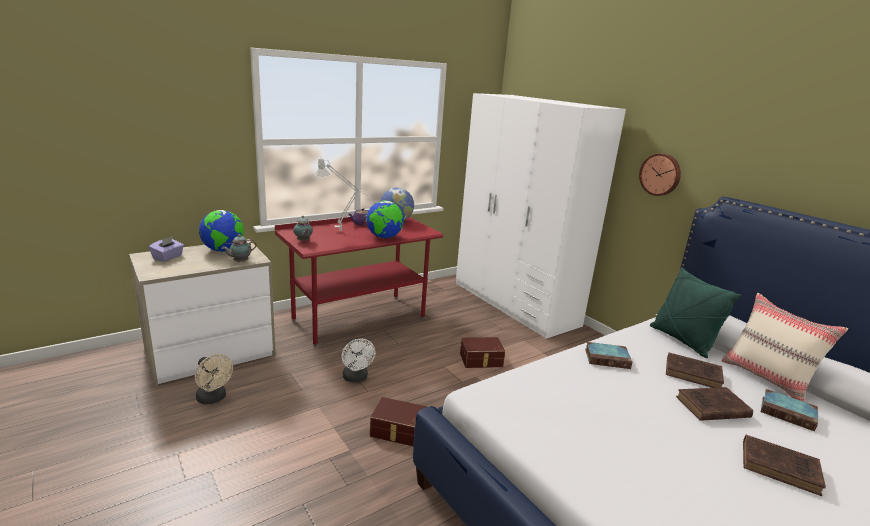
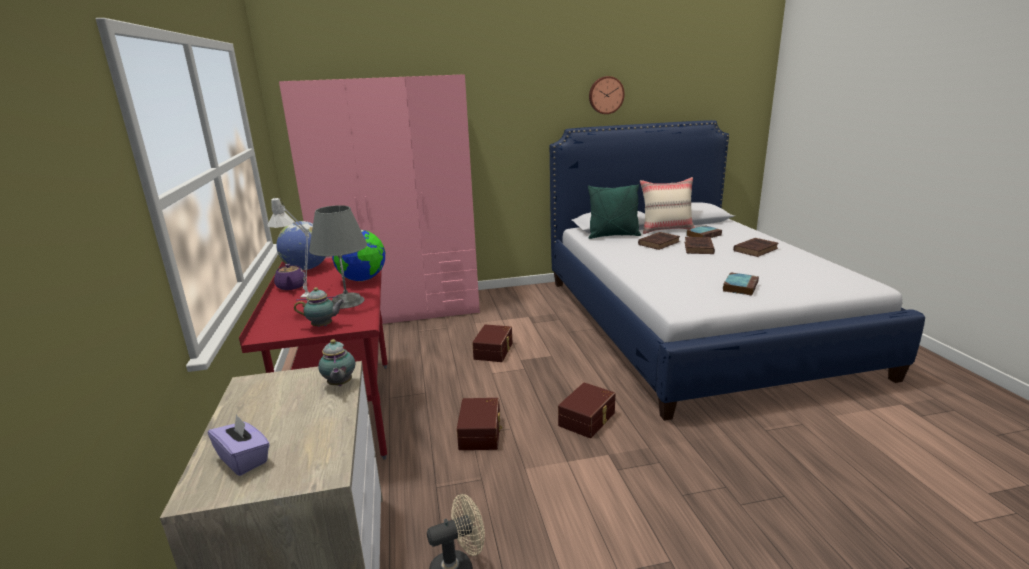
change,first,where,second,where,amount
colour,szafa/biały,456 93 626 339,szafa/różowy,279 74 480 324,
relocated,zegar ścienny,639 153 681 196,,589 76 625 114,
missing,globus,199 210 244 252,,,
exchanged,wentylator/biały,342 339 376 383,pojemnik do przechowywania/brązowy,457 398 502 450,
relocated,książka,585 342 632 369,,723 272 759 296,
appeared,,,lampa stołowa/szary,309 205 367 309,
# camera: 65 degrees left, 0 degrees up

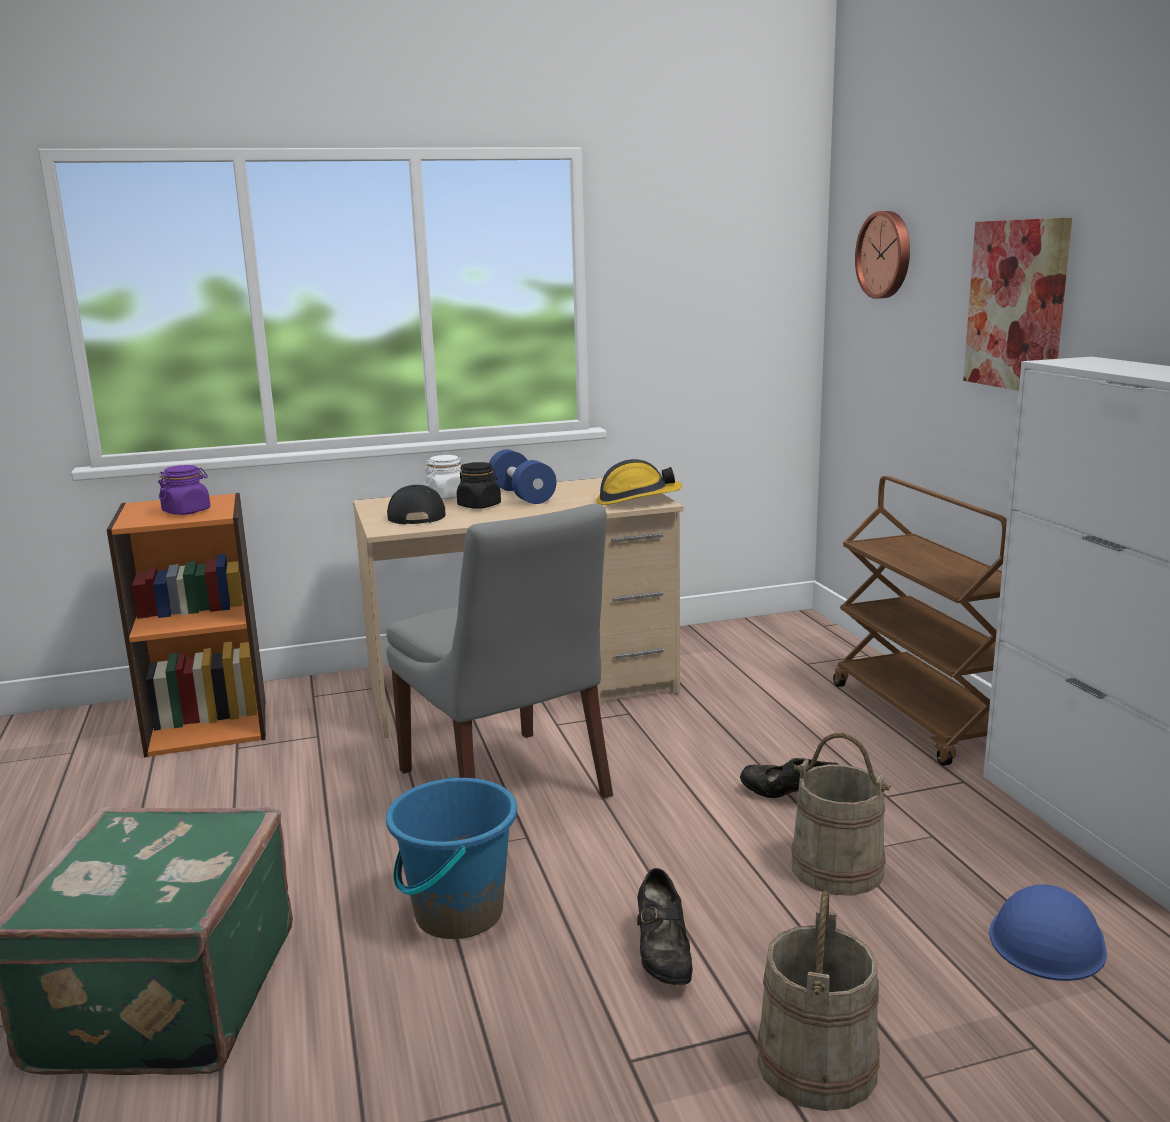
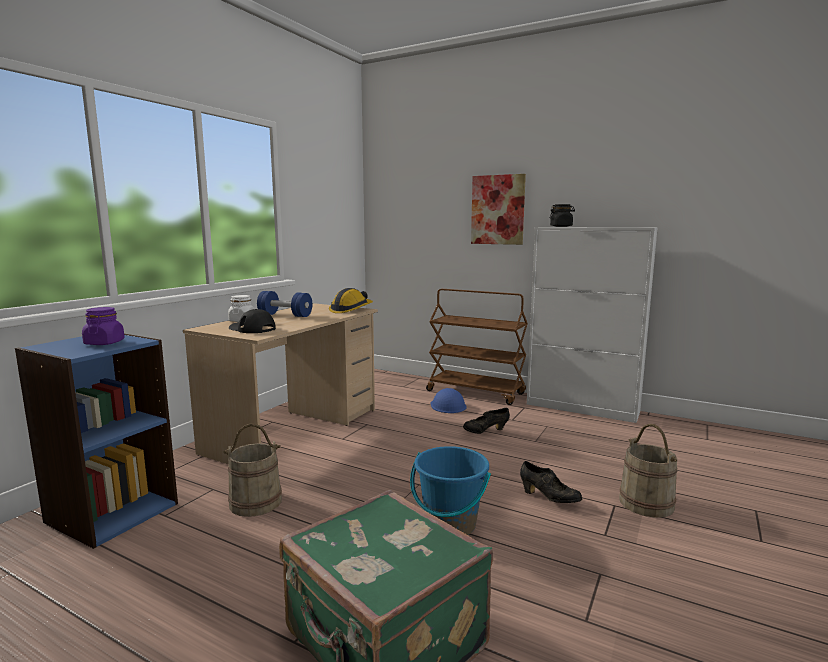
change,first,where,second,where,amount
missing,zegar ścienny,855 211 910 299,,,
relocated,słoik/czarny,457 462 501 509,,550 204 575 227,
colour,regał/pomarańczowy,107 493 266 757,regał/niebieski,15 334 178 549,
missing,krzesło/szary,387 504 613 798,,,
relocated,wiadro/beżowy,791 733 891 896,,223 423 282 517,
relocated,kask/niebieski,989 885 1107 981,,431 388 467 413,
# camera: 45 degrees left, 5 degrees down

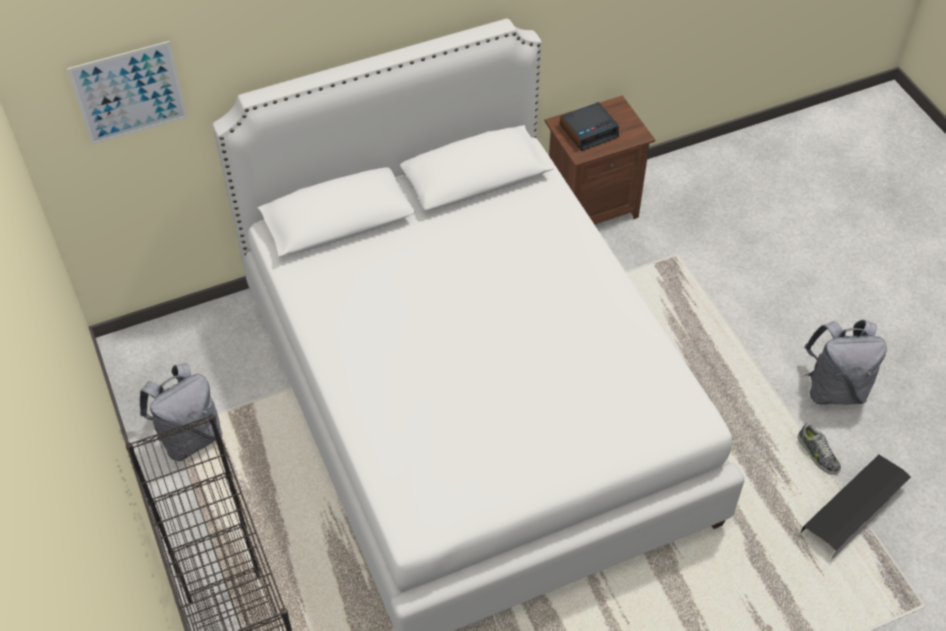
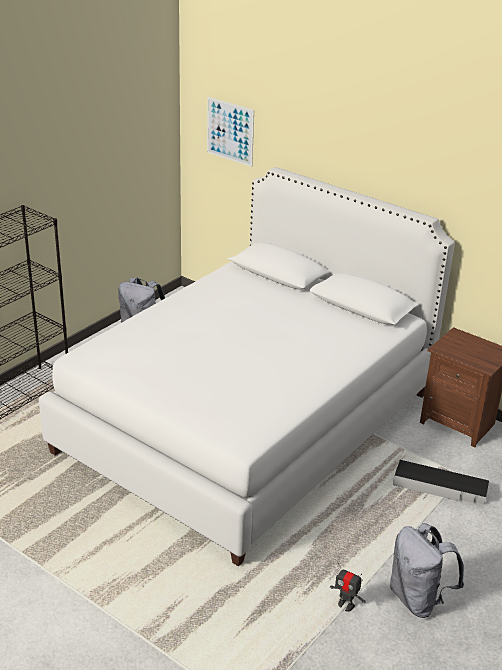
change,first,where,second,where,amount
missing,budzik,560 102 619 151,,,
exchanged,but,798 423 841 475,robot zabawkowy,330 563 366 612,
relocated,pojemnik do przechowywania/czarny,801 455 911 559,,393 460 489 504,
# camera: 60 degrees right, 20 degrees down

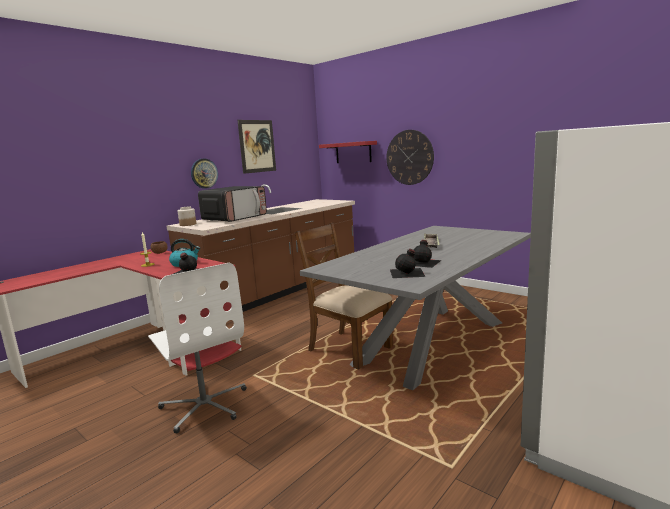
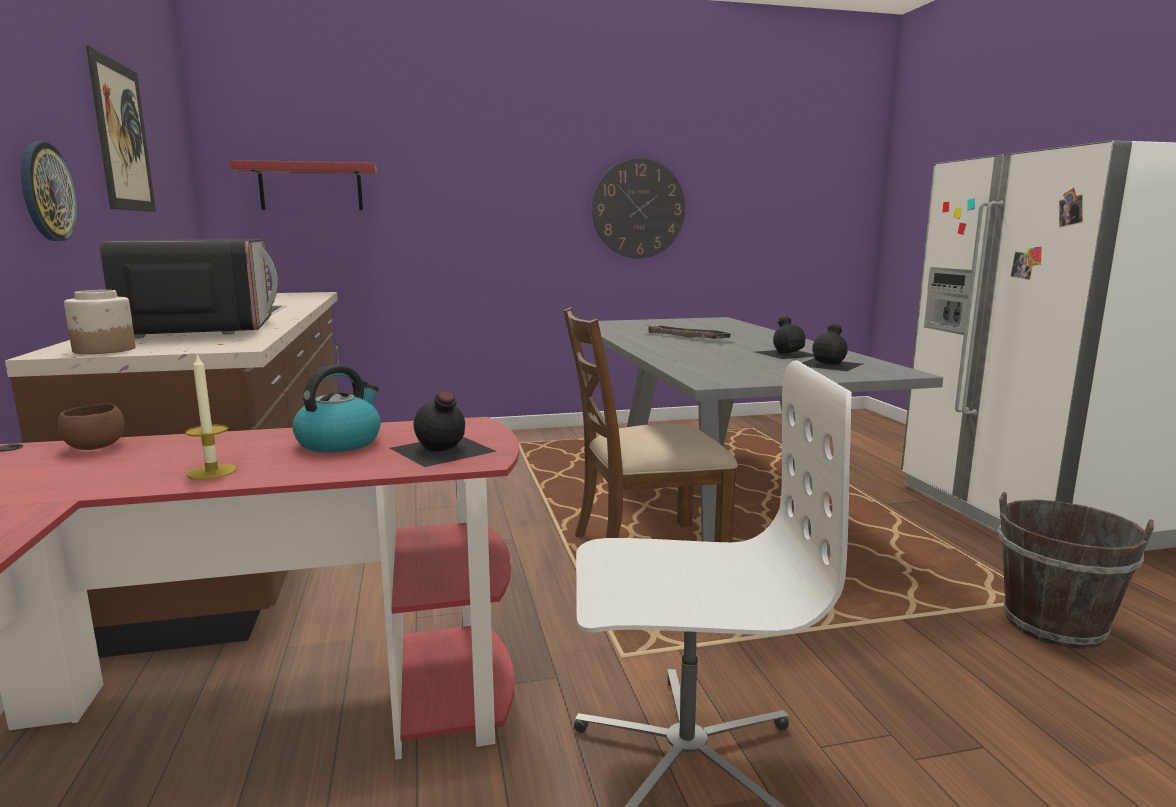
change,first,where,second,where,amount
relocated,zegar ścienny,387 130 434 185,,592 158 685 258,
appeared,,,wiadro/brązowy,998 492 1154 649,
# camera: 55 degrees left, 0 degrees up

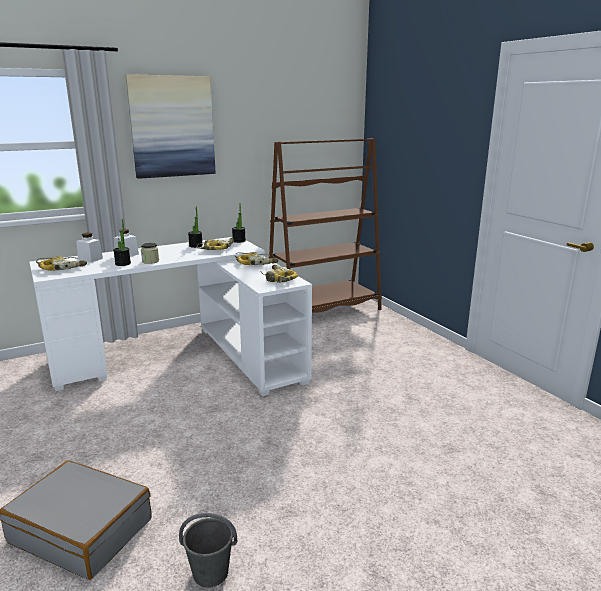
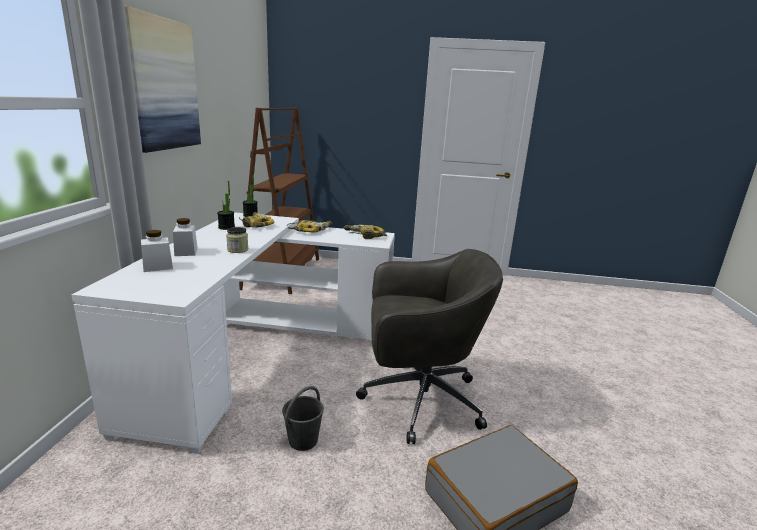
change,first,where,second,where,amount
missing,roślina doniczkowa,113 219 131 266,,,
missing,wiertarka,36 256 87 271,,,
relocated,wiadro/szary,179 513 237 588,,282 386 324 451,
appeared,,,krzesło biurowe/szary,356 249 503 444,
# camera: 55 degrees left, 0 degrees up

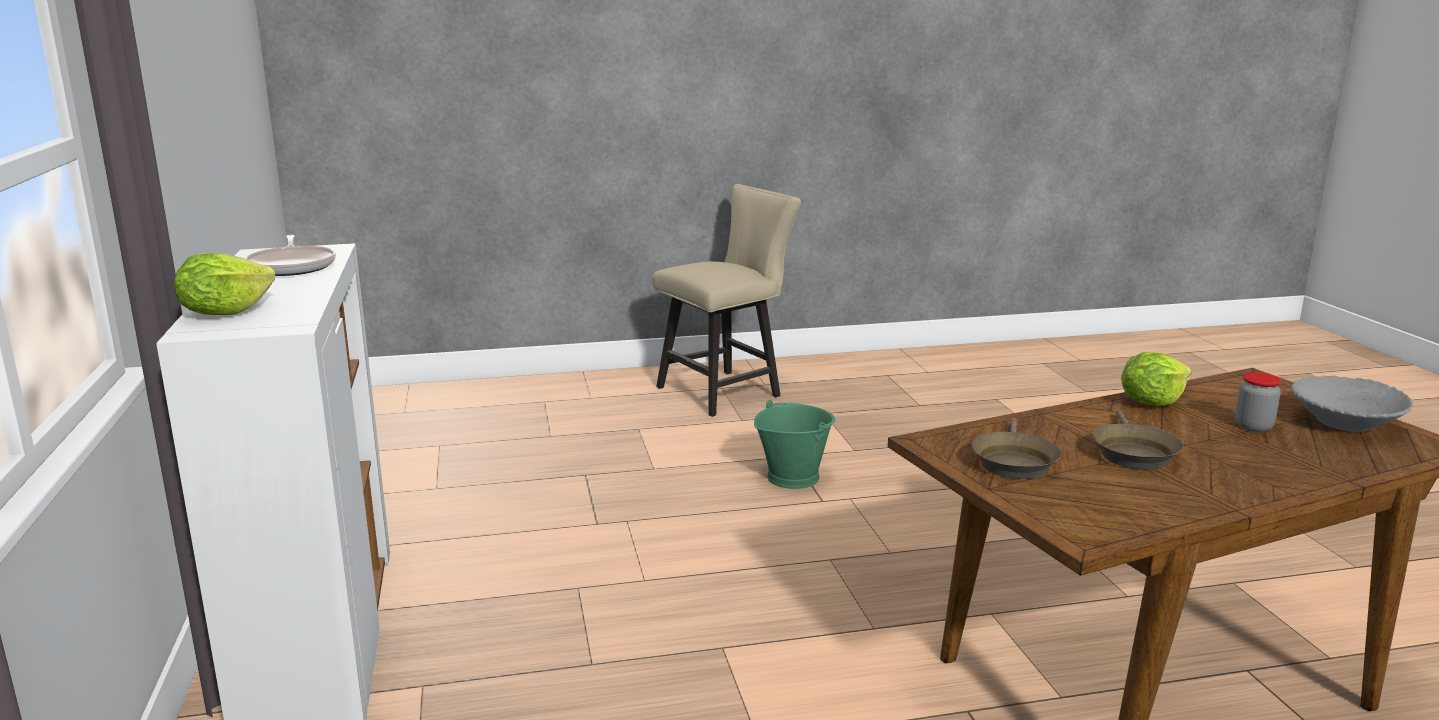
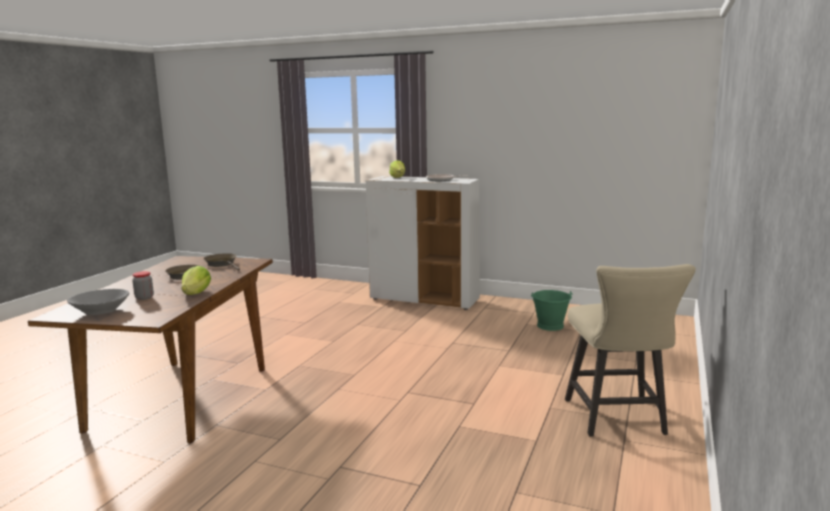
change,first,where,second,where,amount
relocated,wiadro/zielony,754 400 836 489,,531 290 573 331,
# camera: 125 degrees right, 5 degrees down

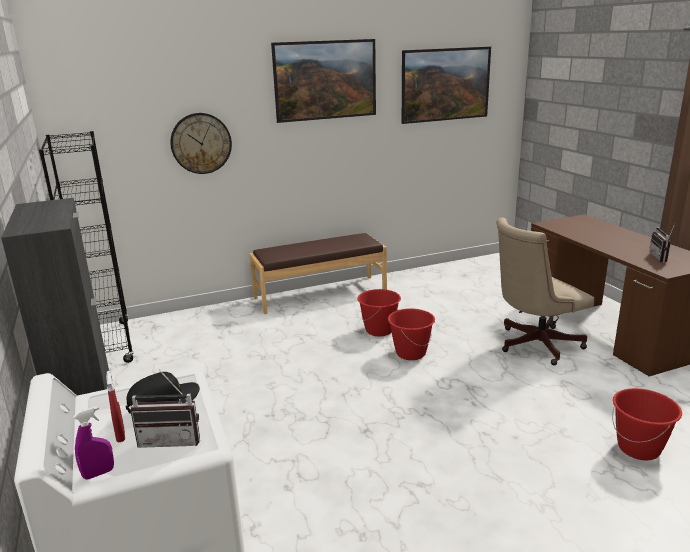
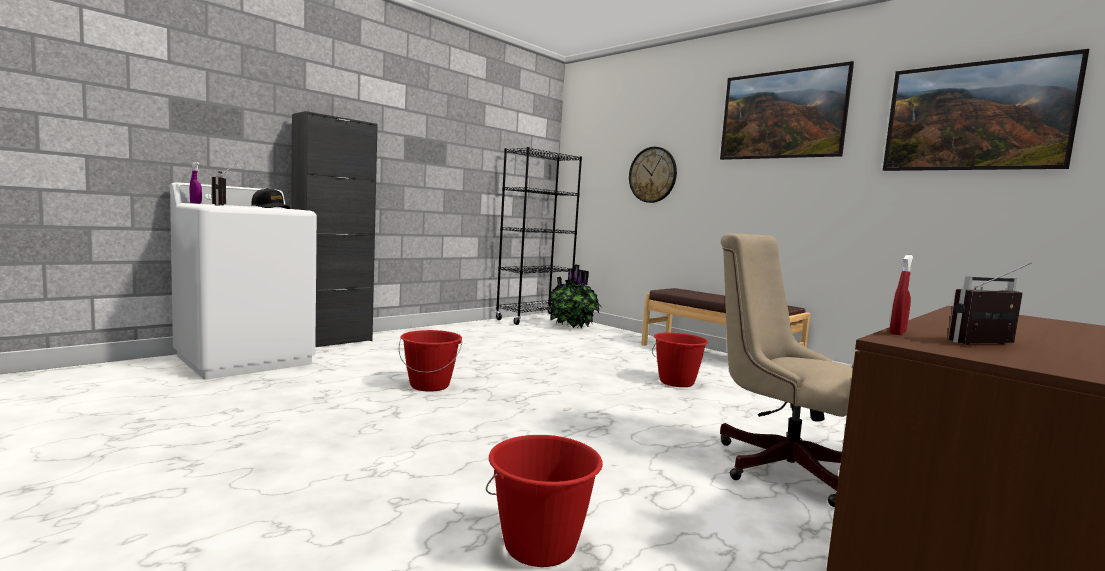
change,first,where,second,where,amount
relocated,wiadro/czerwony,388 309 435 360,,399 330 462 392,
relocated,spryskiwacz/czerwony,106 371 125 442,,890 255 913 335,
appeared,,,roślina doniczkowa,548 264 600 328,
# camera: 65 degrees right, 15 degrees down

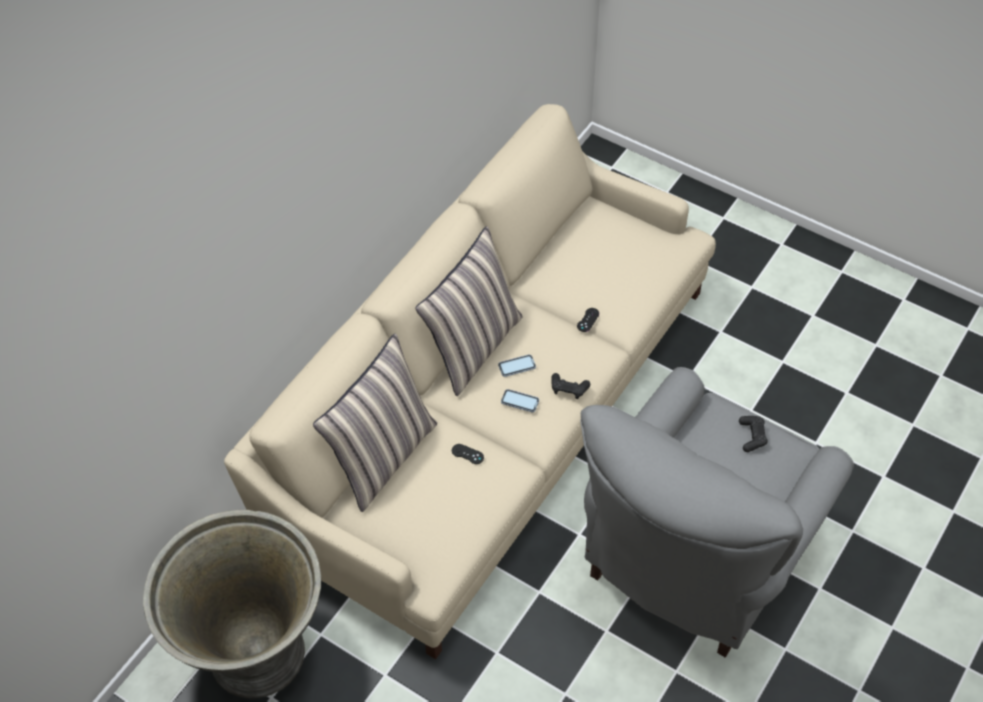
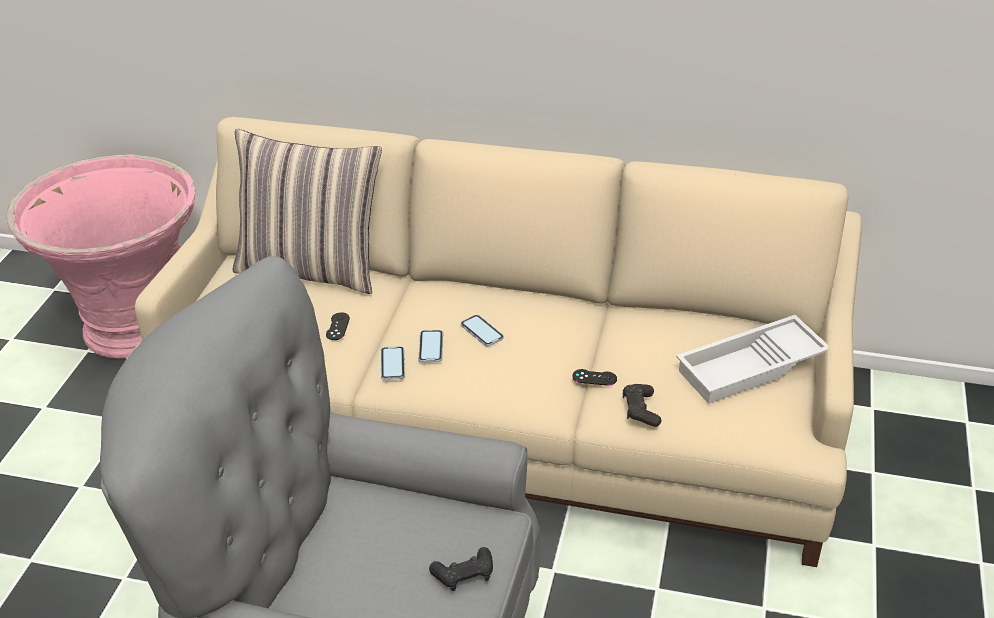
change,first,where,second,where,amount
missing,poduszka,415 226 523 396,,,
relocated,pad do gier/czarny,551 373 590 399,,623 384 661 427,
colour,donica/szary,143 510 321 698,donica/różowy,6 155 195 359,
appeared,,,taca/biały,676 315 828 404,
appeared,,,telefon,381 346 405 380,
# camera: 70 degrees right, 15 degrees down

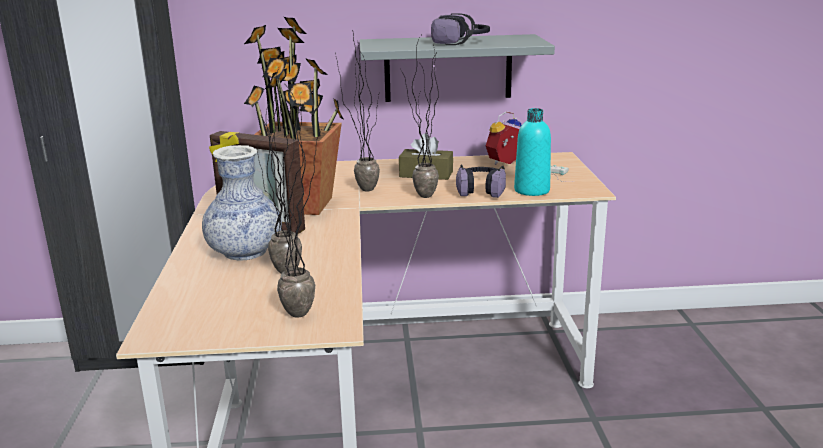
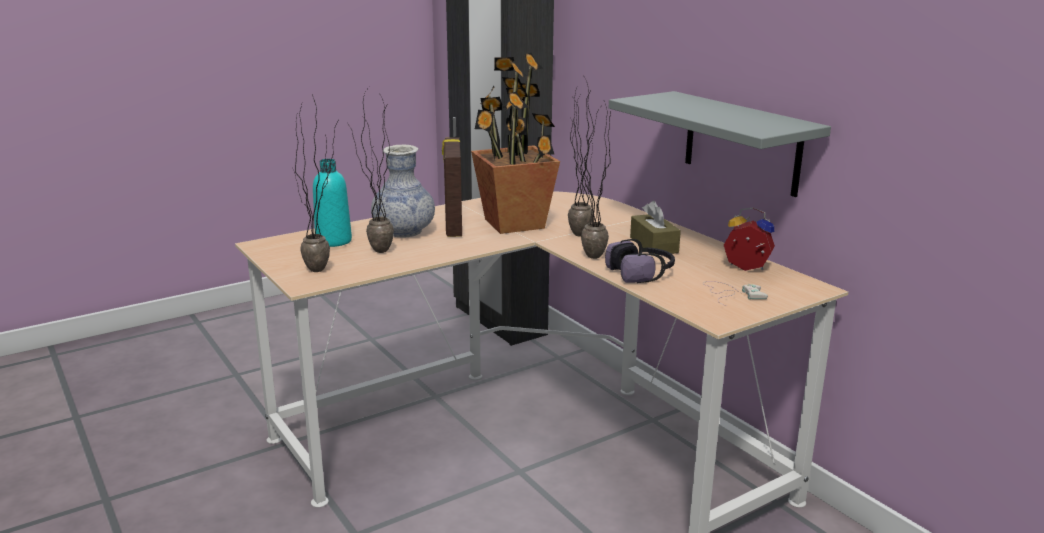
change,first,where,second,where,amount
missing,słuchawki,431 13 490 45,,,
relocated,butelka/turkusowy,514 108 551 196,,313 159 352 247,
# camera: 60 degrees right, 0 degrees up

